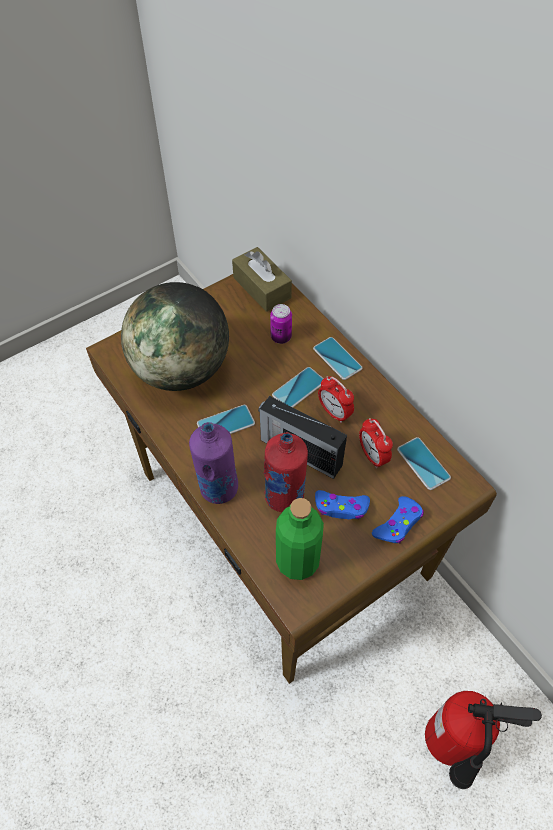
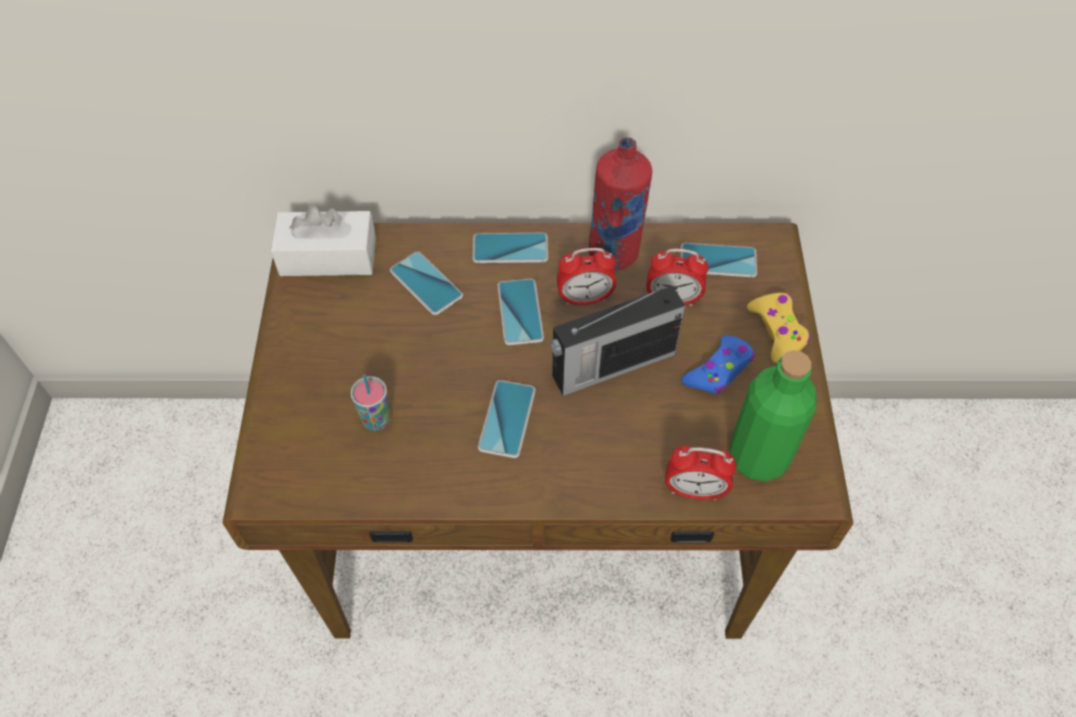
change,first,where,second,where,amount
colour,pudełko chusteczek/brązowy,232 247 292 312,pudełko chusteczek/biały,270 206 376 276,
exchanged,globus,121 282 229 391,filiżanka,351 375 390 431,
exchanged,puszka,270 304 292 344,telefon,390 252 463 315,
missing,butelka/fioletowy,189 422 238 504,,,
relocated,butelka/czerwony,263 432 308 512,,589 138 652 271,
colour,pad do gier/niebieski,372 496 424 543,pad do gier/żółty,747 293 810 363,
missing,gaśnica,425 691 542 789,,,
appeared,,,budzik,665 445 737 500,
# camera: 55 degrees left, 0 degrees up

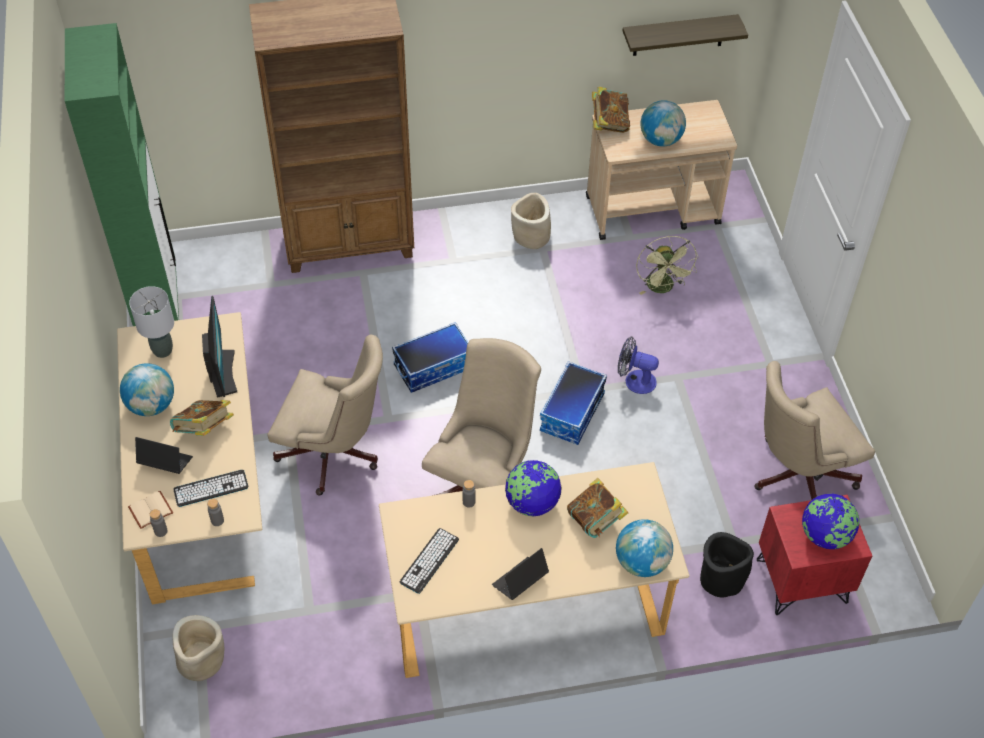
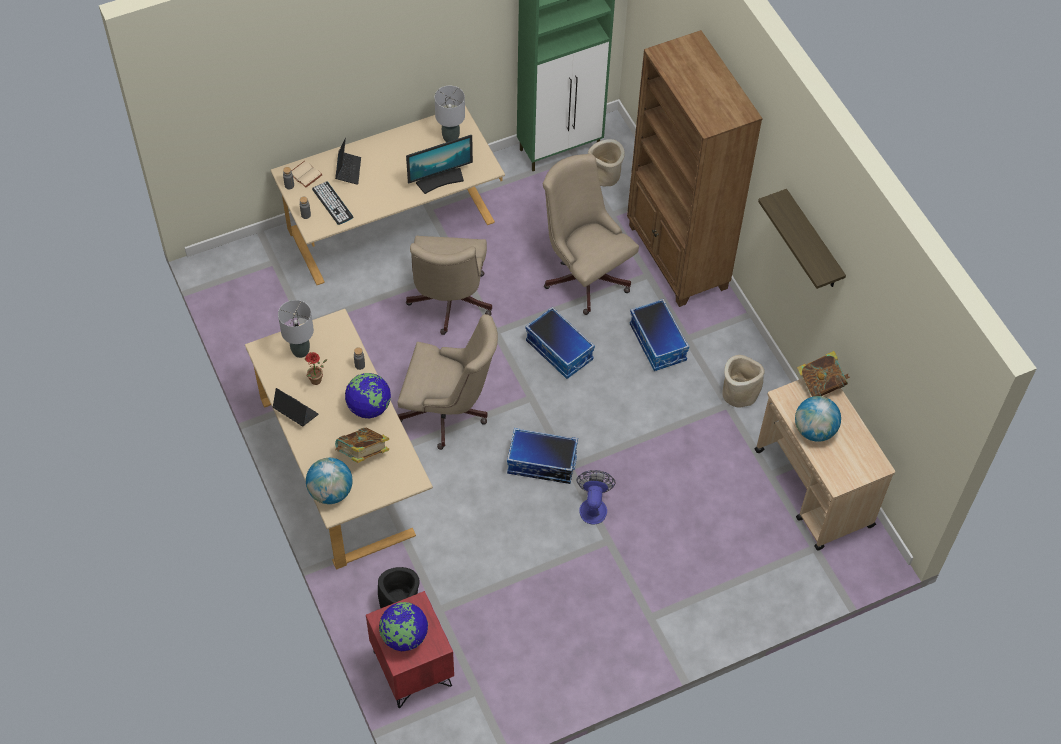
change,first,where,second,where,amount
relocated,półka,623 14 748 56,,758 189 846 289,
missing,wentylator/zielony,636 236 699 295,,,
relocated,krzesło biurowe/beżowy,754 361 875 500,,543 154 639 315,
missing,globus,120 363 174 416,,,
missing,książka,170 400 234 436,,,
exchanged,klawiatura,400 528 459 594,lampa stołowa/szary,278 300 314 358,
relocated,donica/beżowy,173 615 224 681,,588 139 625 186,
appeared,,,pojemnik do przechowywania,630 299 689 371,
appeared,,,roślina doniczkowa,305 352 327 385,
# camera: 75 degrees right, 5 degrees up

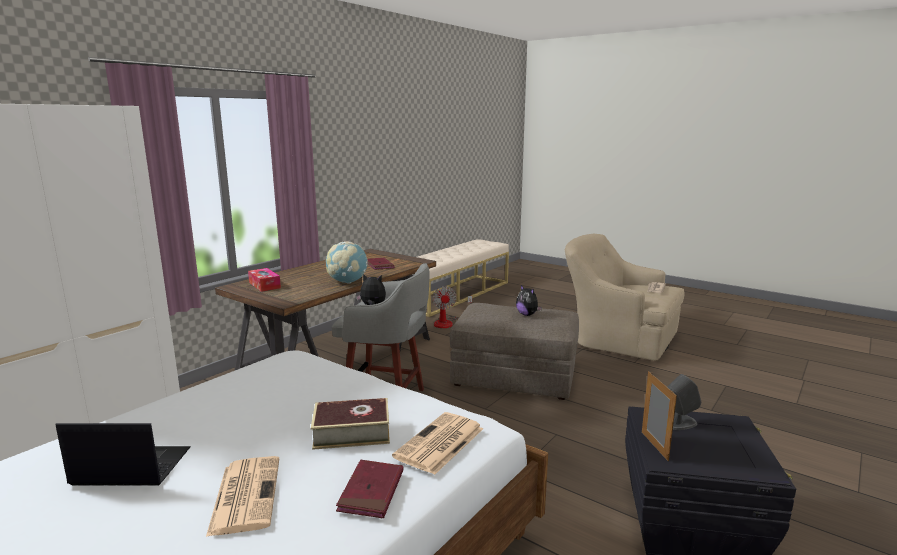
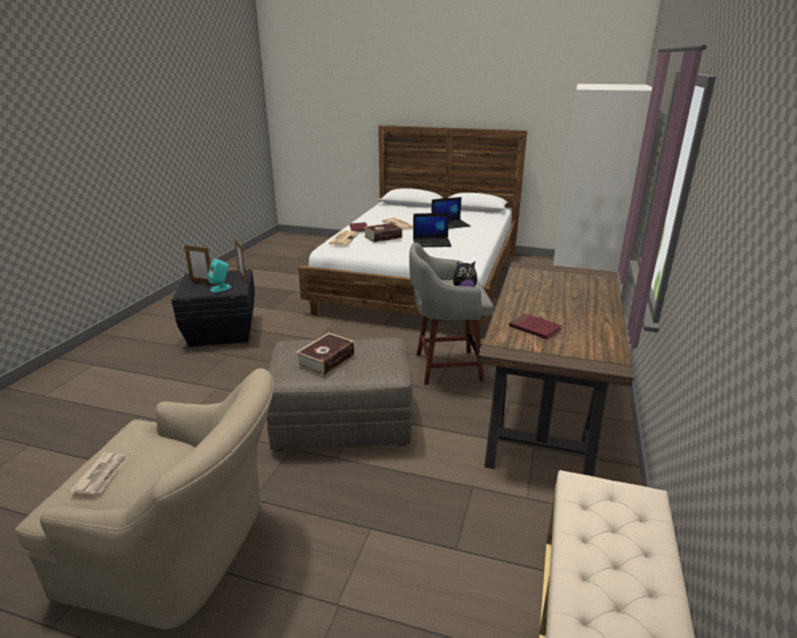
change,first,where,second,where,amount
missing,globus,326 241 368 284,,,
missing,pudełko chusteczek,248 268 281 292,,,
exchanged,pluszak,516 285 542 316,książka,296 333 355 376,
missing,wentylator,432 286 472 328,,,
colour,głośnik/szary,667 374 701 430,głośnik/turkusowy,208 259 231 292,
appeared,,,laptop,413 213 452 247,
appeared,,,ramka na zdjęcie,184 245 211 284,
# camera: 160 degrees right, 10 degrees up

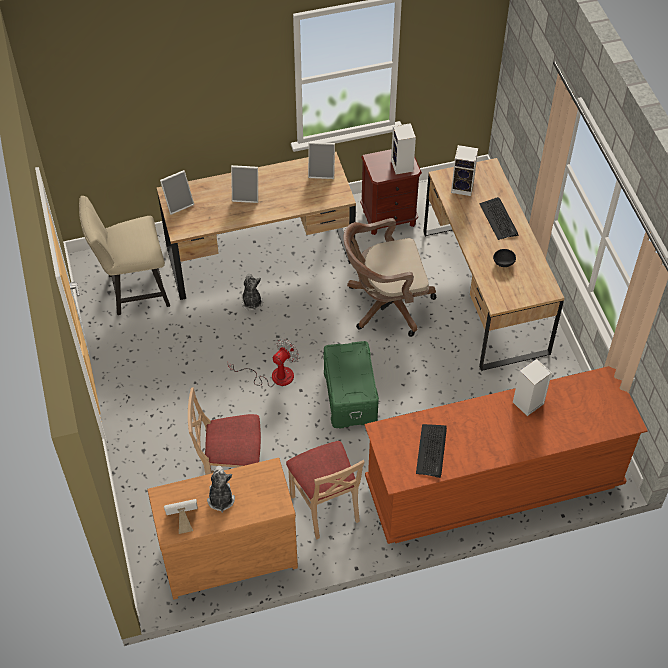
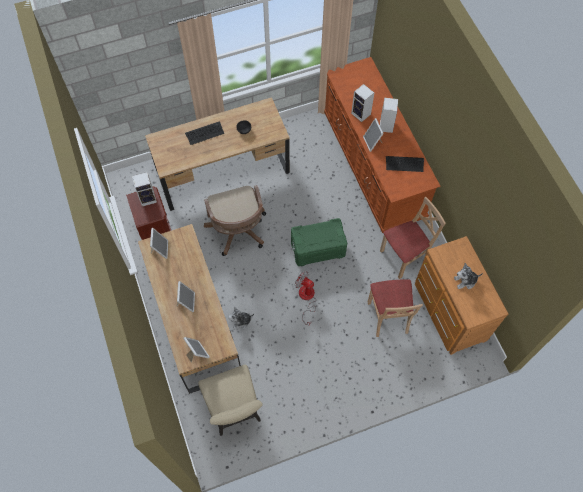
change,first,where,second,where,amount
relocated,głośnik,451 145 478 196,,380 98 398 133,
relocated,ramka na zdjęcie,164 499 198 534,,363 118 384 152,
# camera: 95 degrees left, 10 degrees up

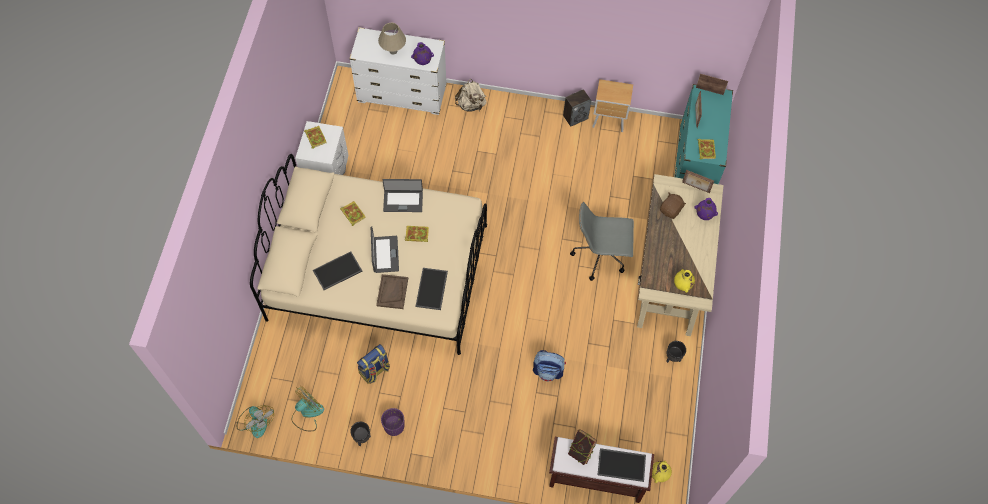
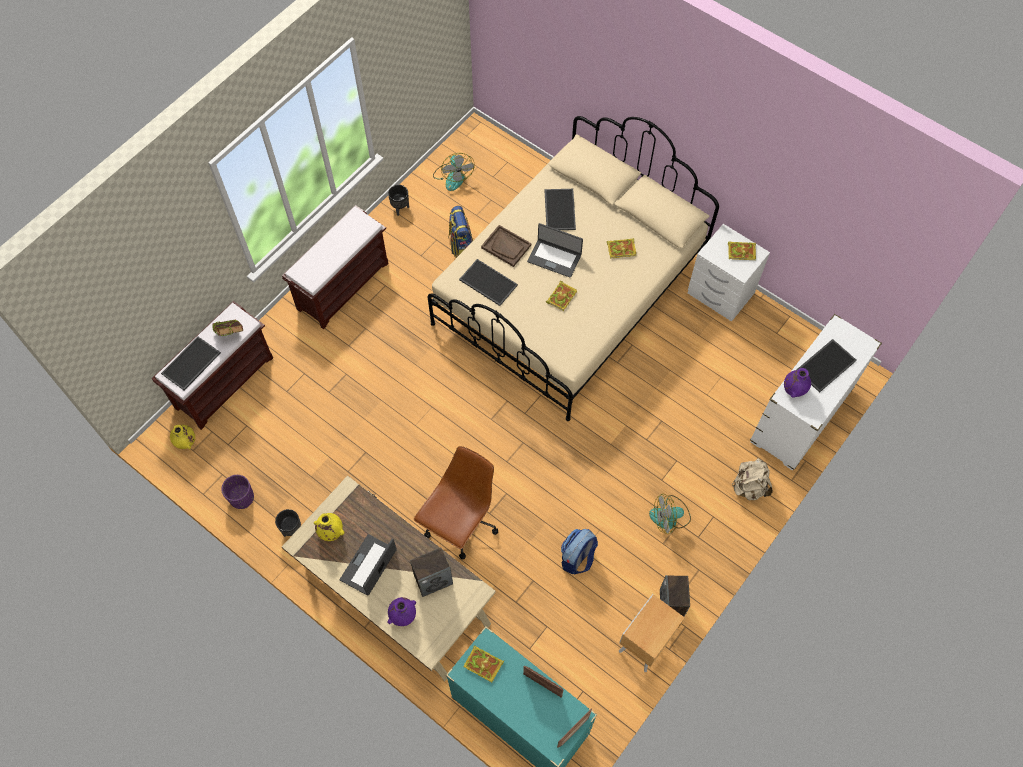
change,first,where,second,where,amount
exchanged,lampa stołowa/beżowy,378 23 406 55,taca,797 339 857 392,
missing,ramka na zdjęcie,682 170 714 193,,,
relocated,laptop,383 179 423 212,,340 534 397 595,
exchanged,pluszak/brązowy,660 192 686 219,głośnik,410 548 453 597,
colour,krzesło biurowe/szary,570 202 634 281,krzesło biurowe/brązowy,414 446 498 559,
relocated,plecak,533 350 566 381,,561 529 598 575,
relocated,wentylator,237 405 274 438,,649 494 691 534,
relocated,donica/fioletowy,381 408 404 436,,221 475 254 509,
appeared,,,ławka/brązowy,282 205 388 329,
# camera: 120 degrees right, 0 degrees up

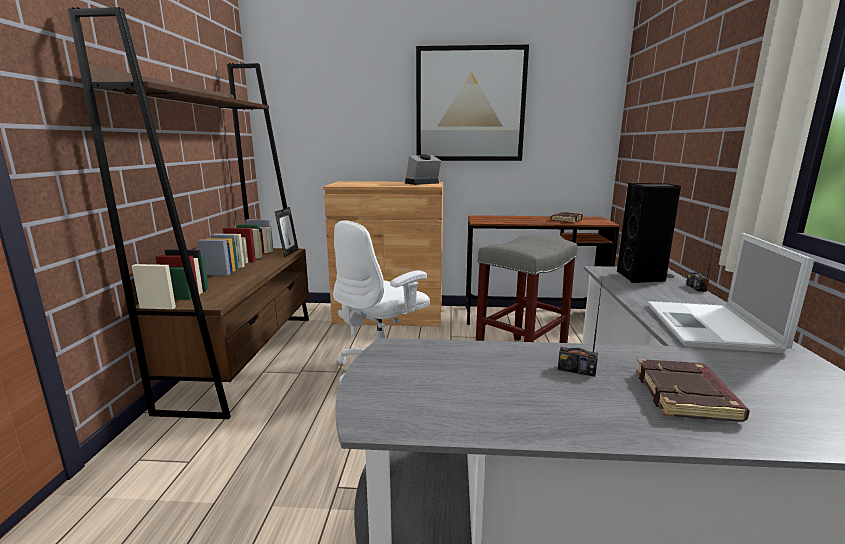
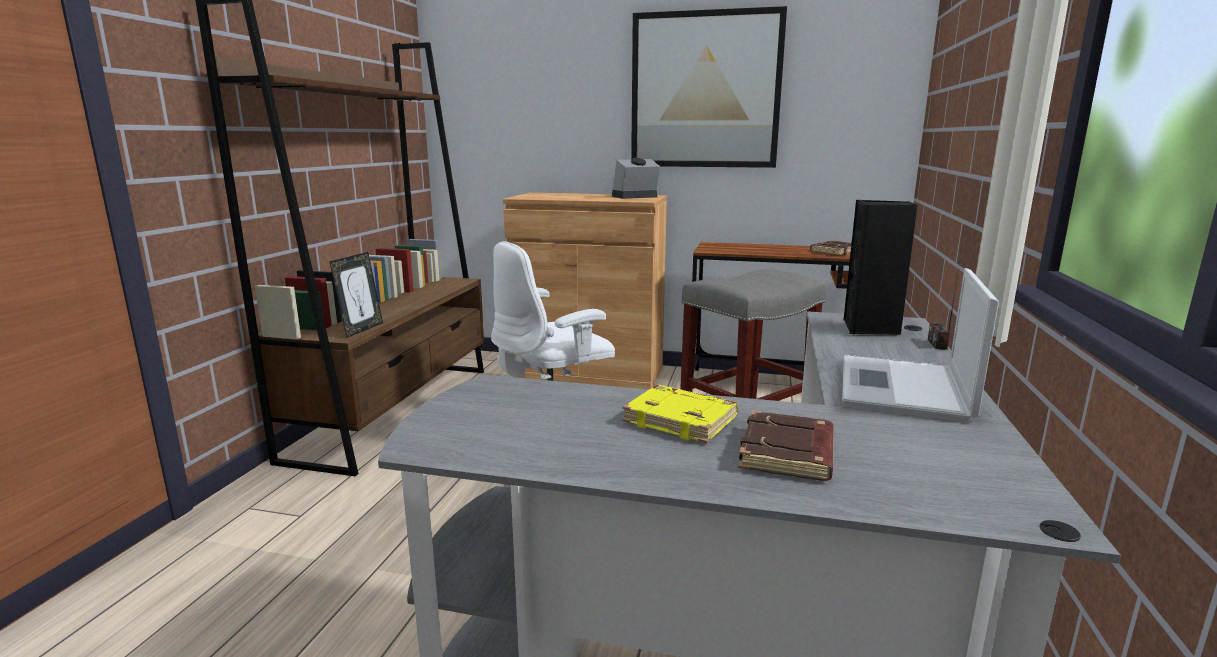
change,first,where,second,where,amount
relocated,ramka na zdjęcie,275 207 299 257,,329 252 383 338,
exchanged,radio,558 283 602 377,książka/żółty,622 385 738 443,
# camera: 10 degrees right, 0 degrees up

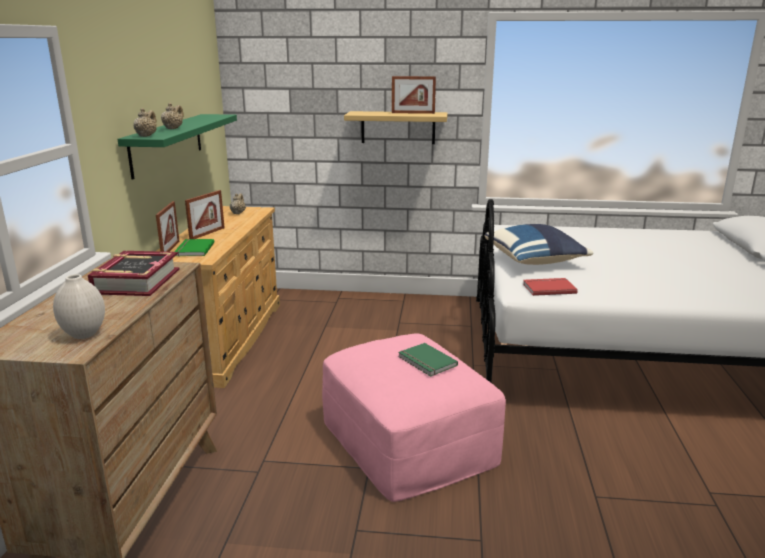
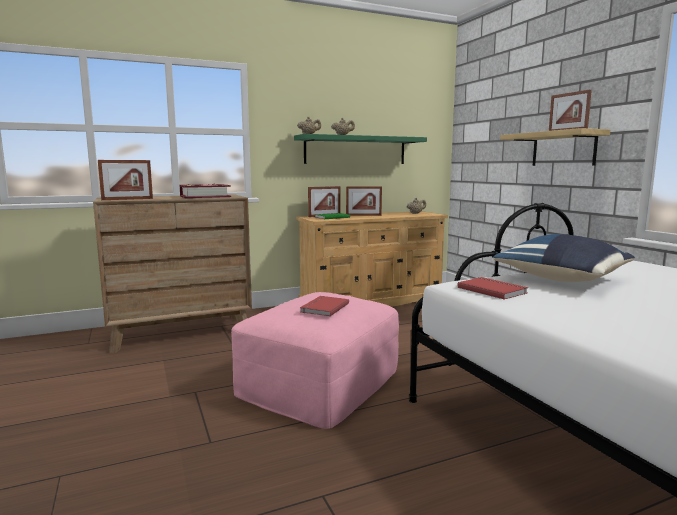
change,first,where,second,where,amount
exchanged,wazon/biały,53 274 105 339,ramka na zdjęcie,98 160 153 200,
colour,książka/zielony,398 343 458 377,książka/czerwony,300 296 349 316,
# camera: 60 degrees right, 10 degrees down

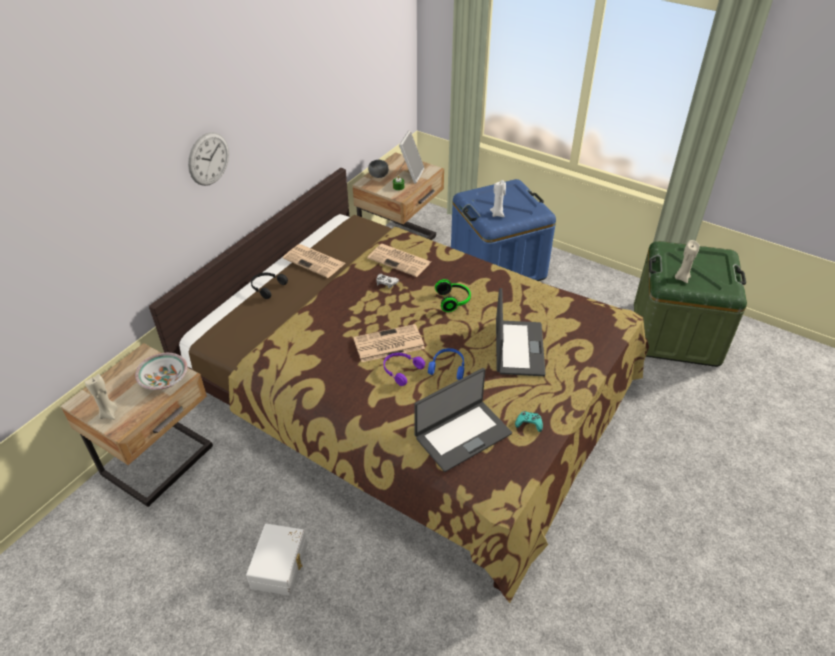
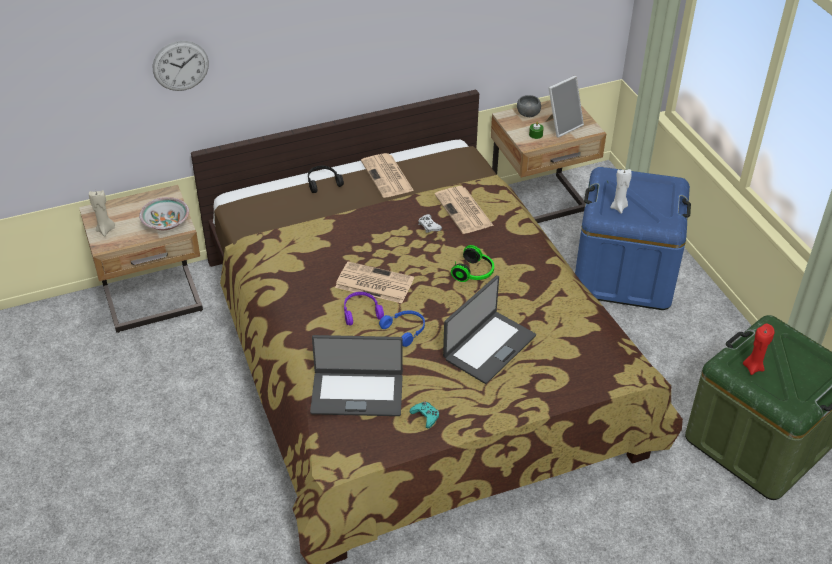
change,first,where,second,where,amount
relocated,zegar ścienny,188 132 229 186,,153 41 209 91,
colour,świeca/beżowy,675 240 700 283,świeca/czerwony,743 324 774 375,
missing,pojemnik do przechowywania/biały,246 523 307 596,,,
# camera: 35 degrees right, 0 degrees up

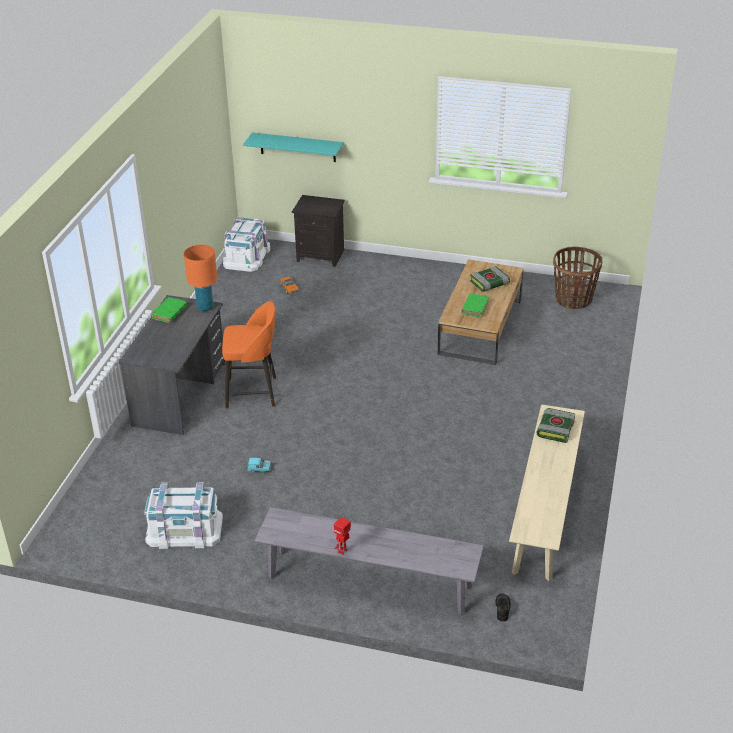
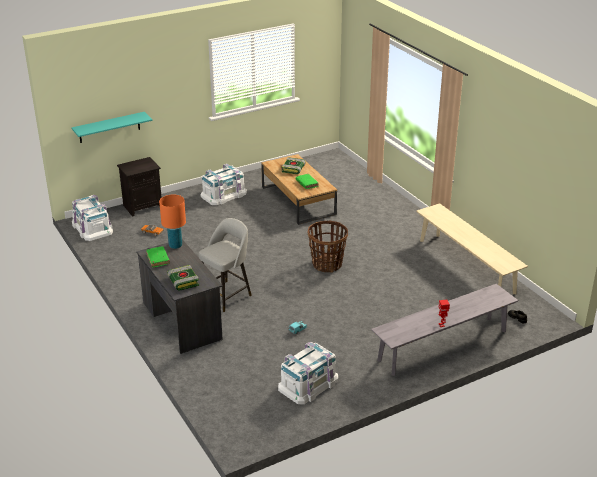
change,first,where,second,where,amount
relocated,koszyk,553 247 602 309,,308 221 348 273,
colour,stołek/pomarańczowy,222 301 276 408,stołek/szary,199 218 252 312,
relocated,książka,537 408 575 443,,167 265 199 291,
appeared,,,pojemnik do przechowywania/biały,201 164 247 205,
# camera: 45 degrees left, 5 degrees down

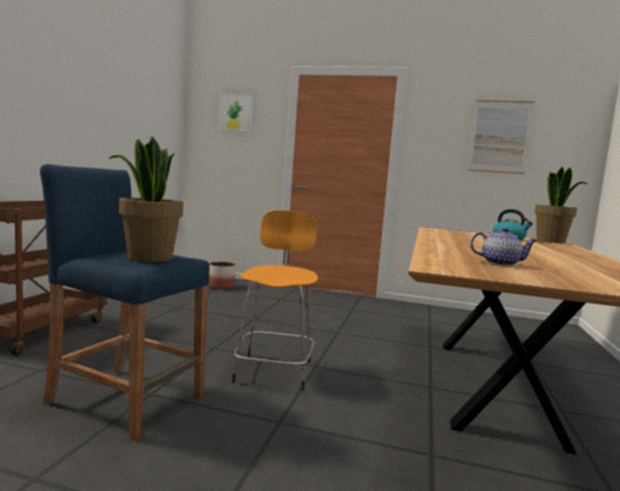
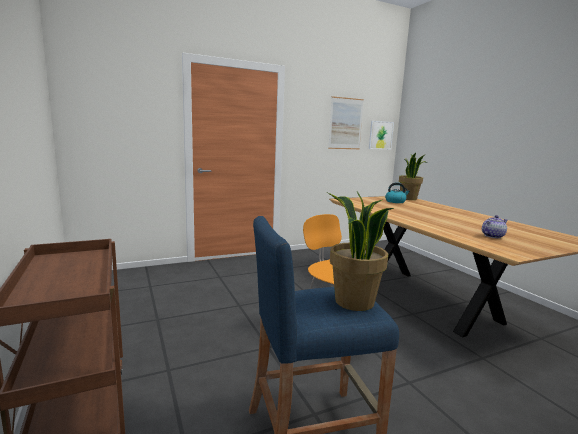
change,first,where,second,where,amount
relocated,obraz,218 94 253 132,,369 121 394 149,
missing,donica,208 262 236 289,,,
# camera: 40 degrees left, 5 degrees up

